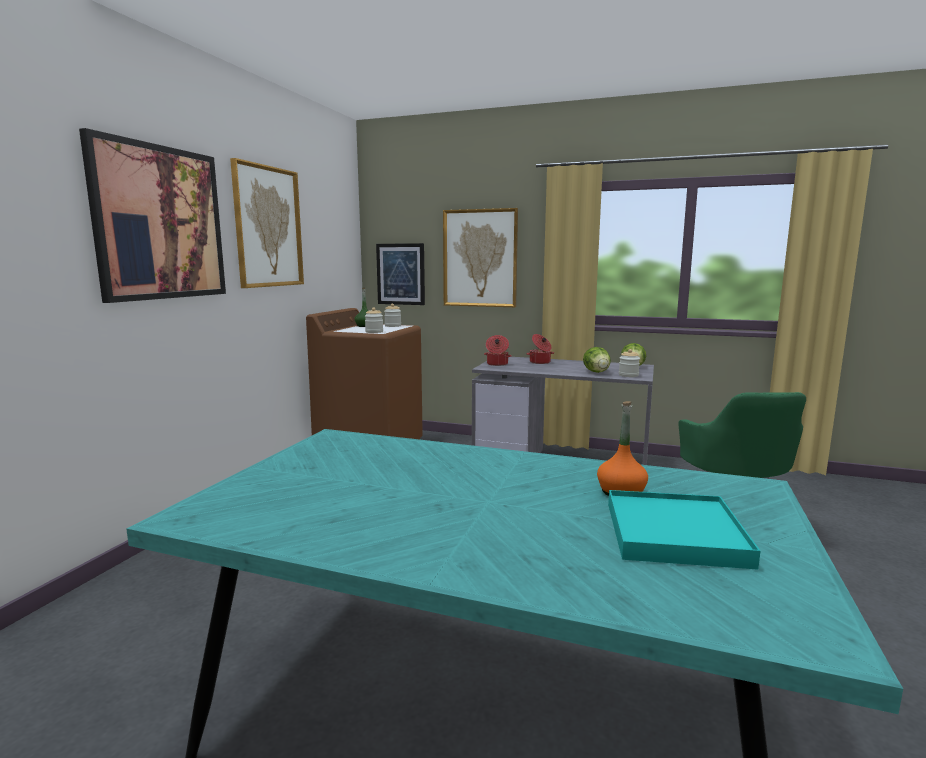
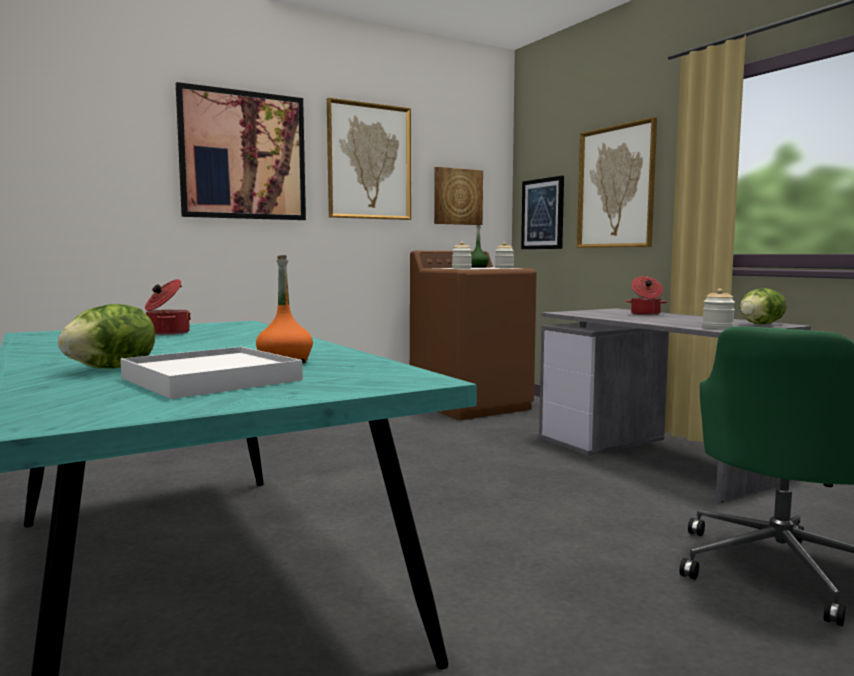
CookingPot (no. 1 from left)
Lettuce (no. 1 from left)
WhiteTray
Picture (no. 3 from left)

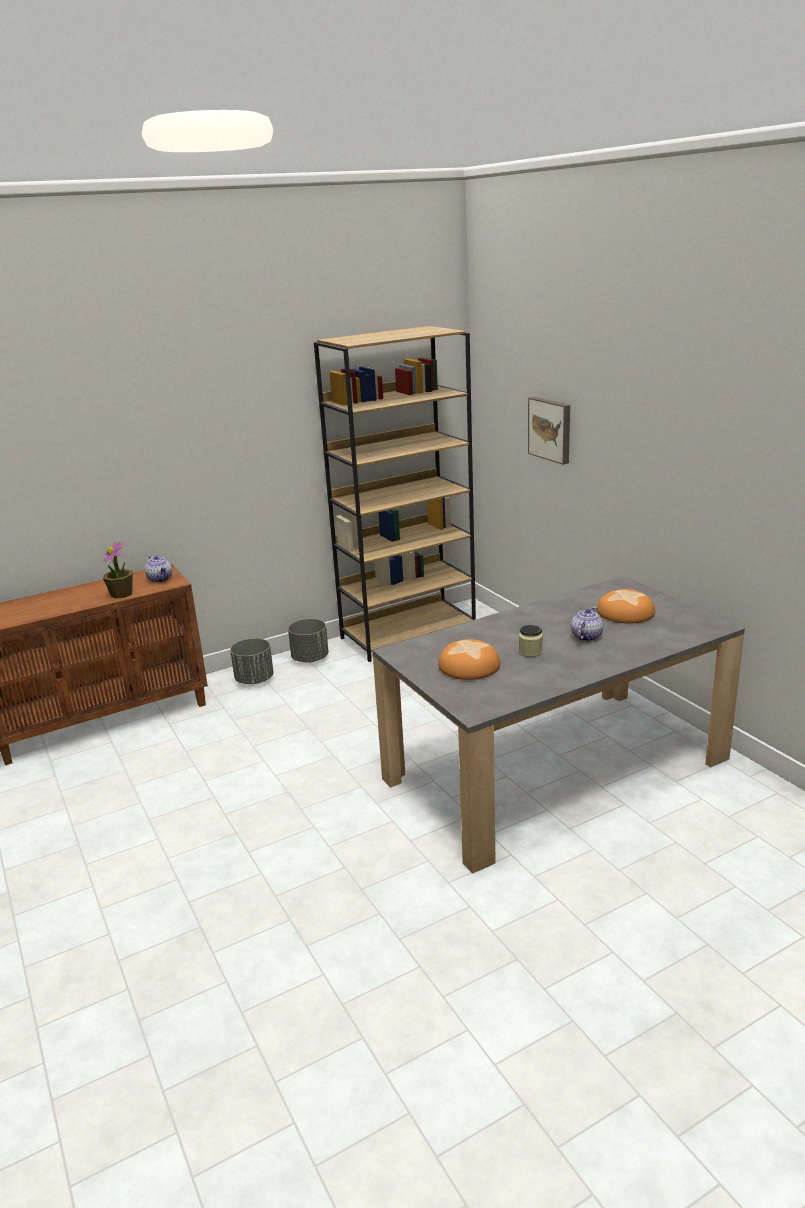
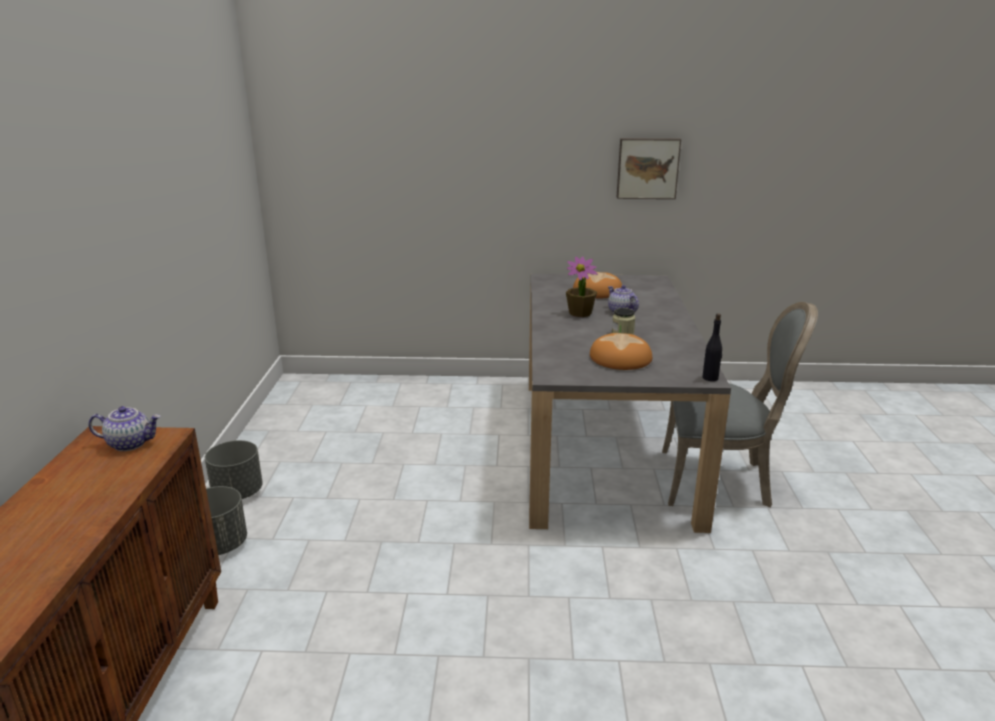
PottedPlant
BrownBookcase
Picture
GreyChair
BlackBottle

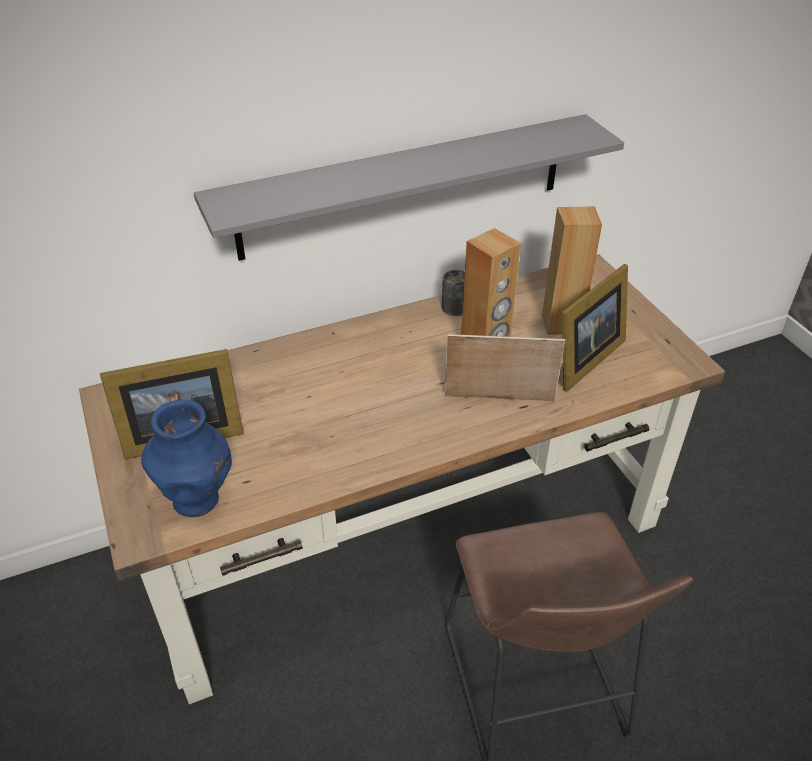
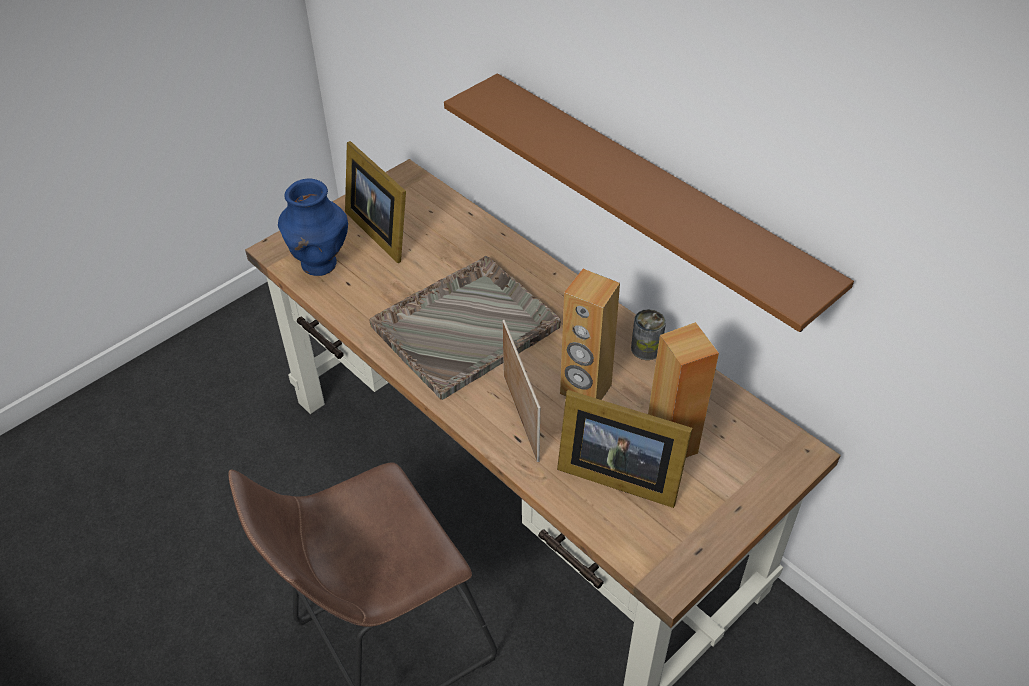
BrownShelf
GreyTray

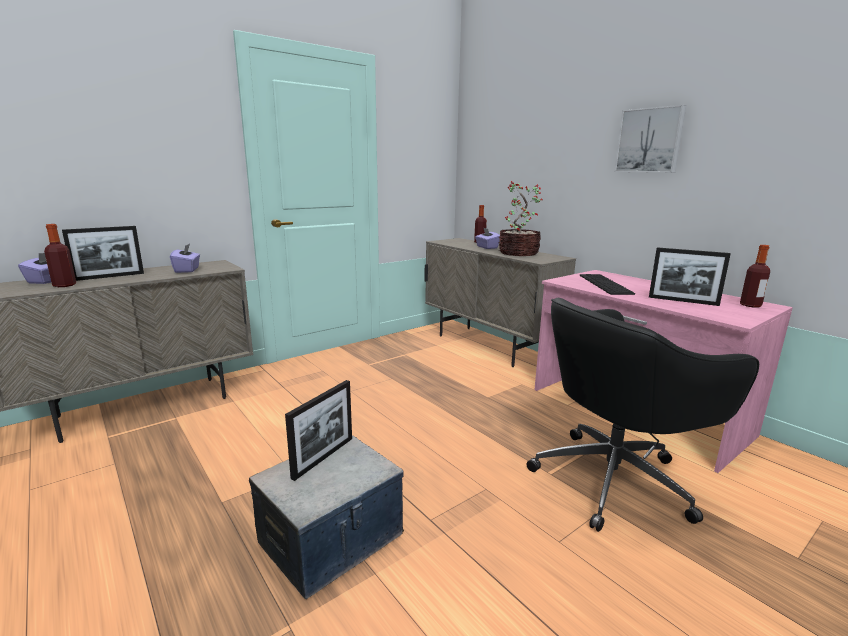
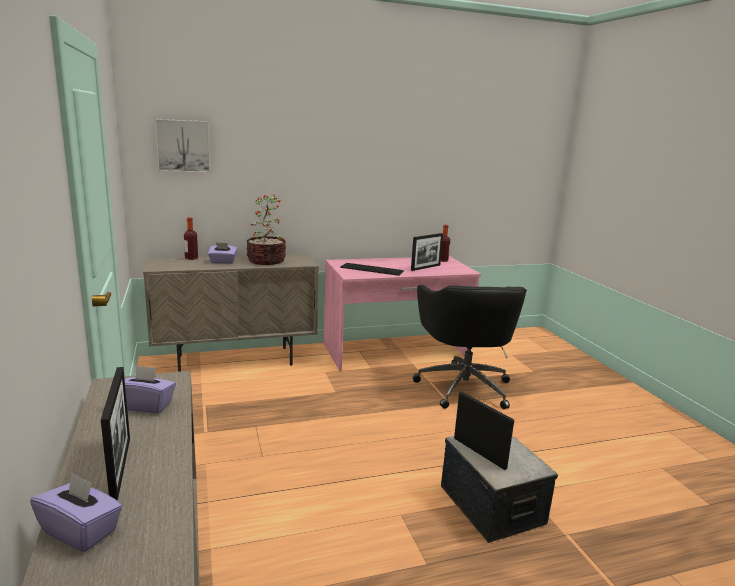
Bottle (no. 1 from left in the first image)
Picture

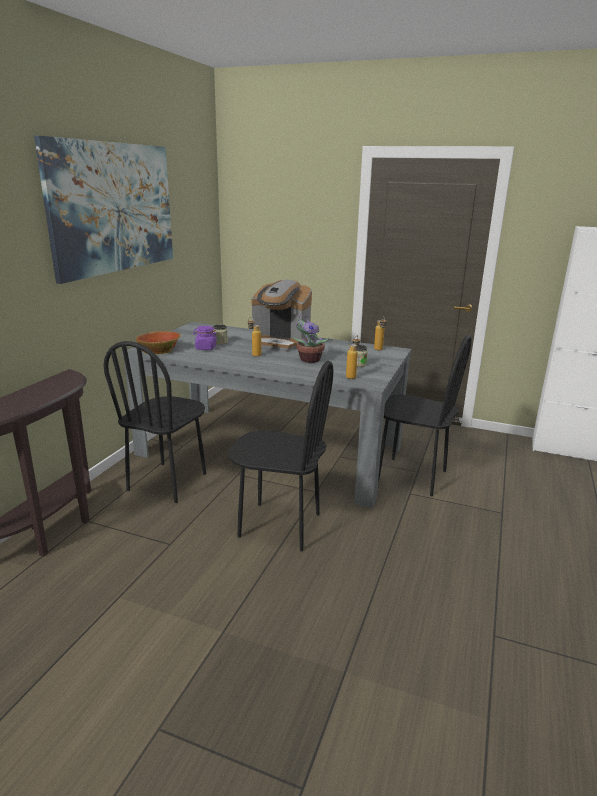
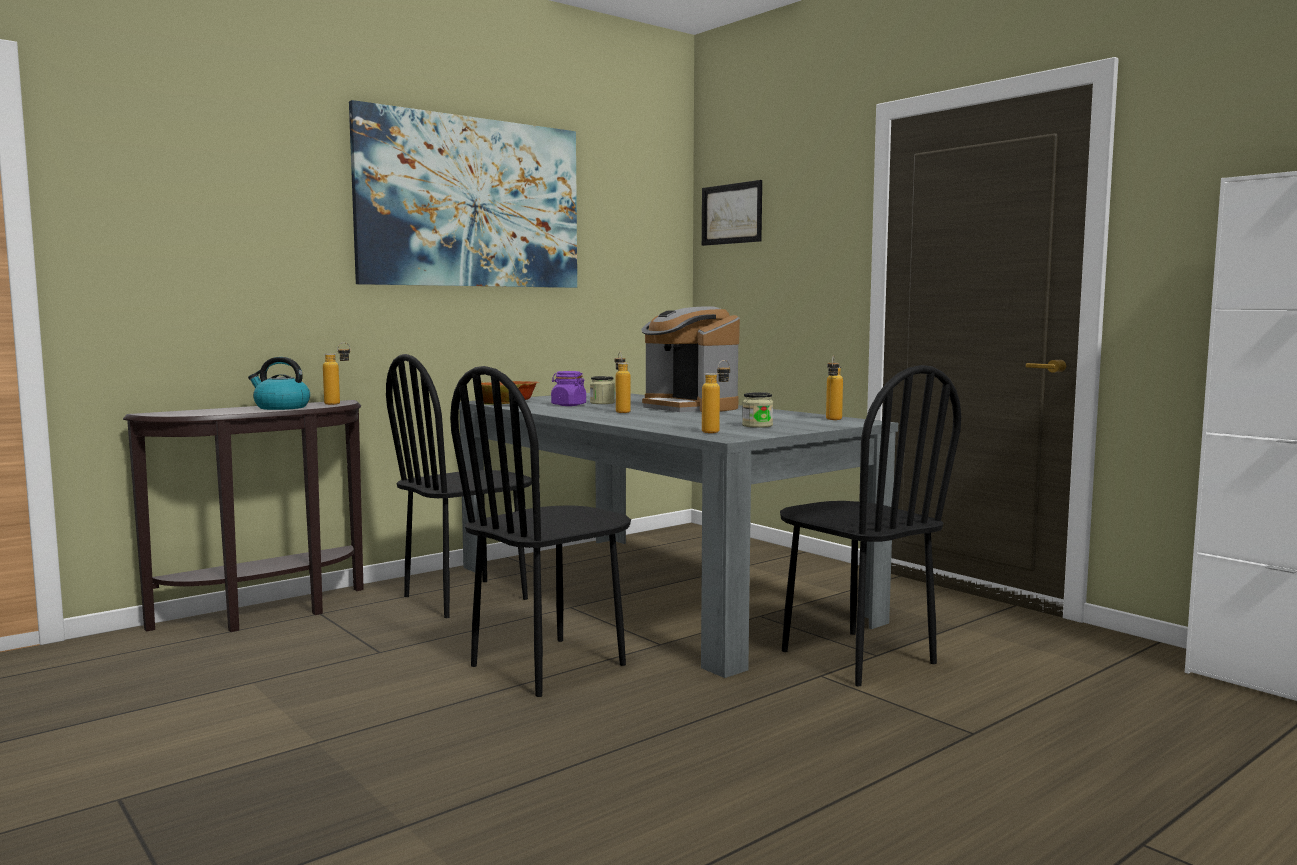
BlackChair (no. 2 from left)
PottedPlant
Kettle
Bottle (no. 1 from left)
Picture (no. 2 from left)

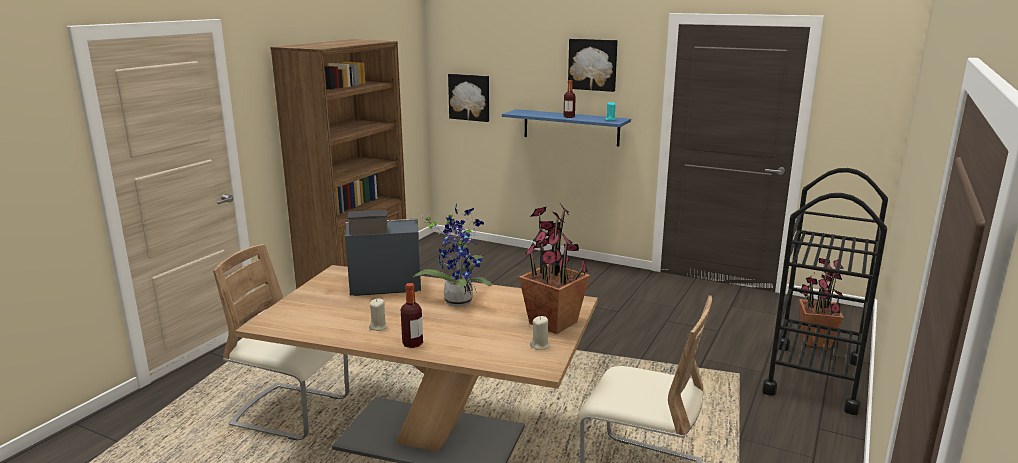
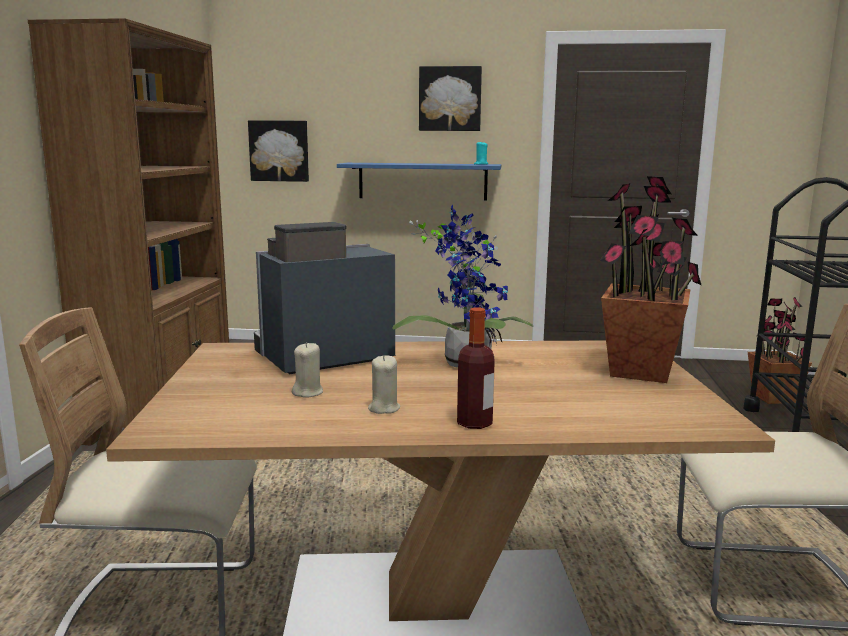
BeigeCandle (no. 1 from left)
Bottle (no. 2 from left in the first image)

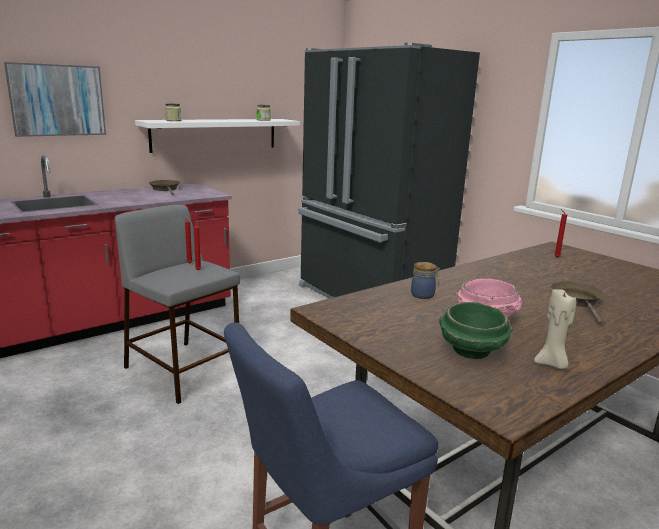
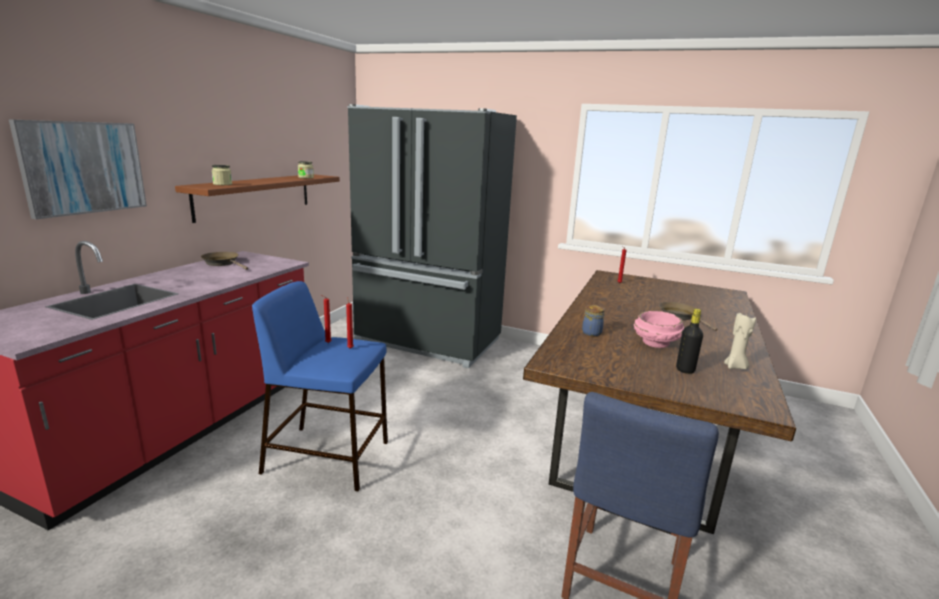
BlueStool
BrownShelf
BlackBottle

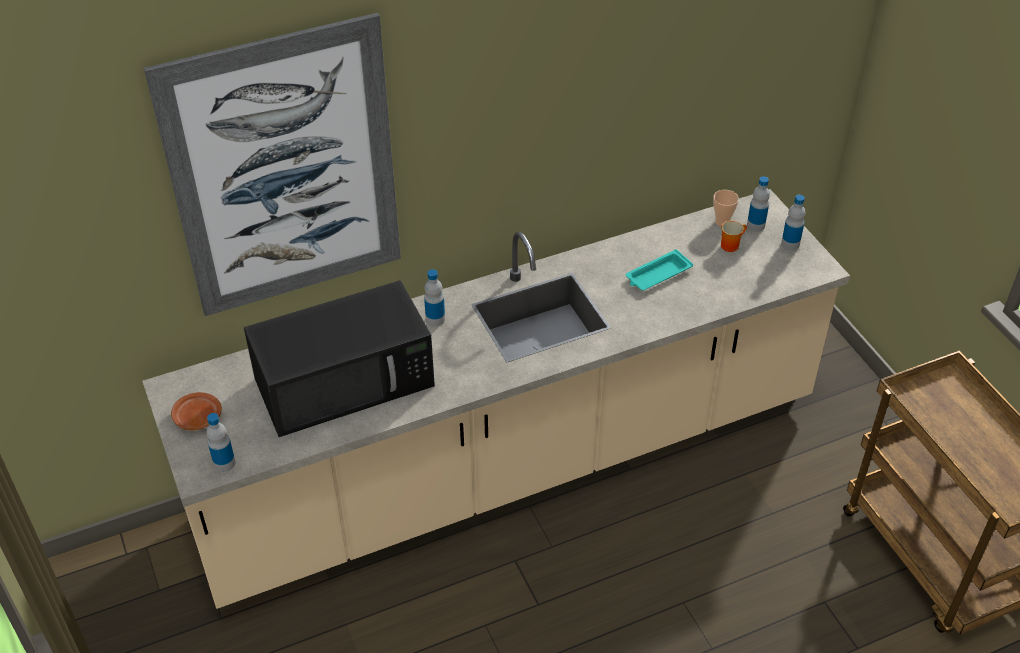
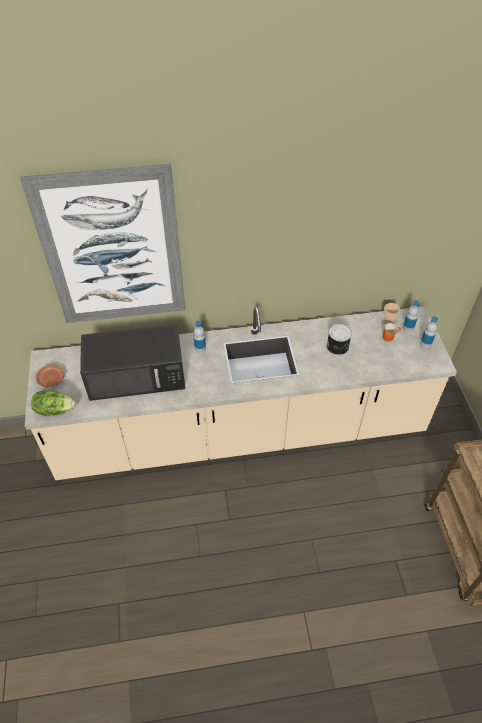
Lettuce
Can

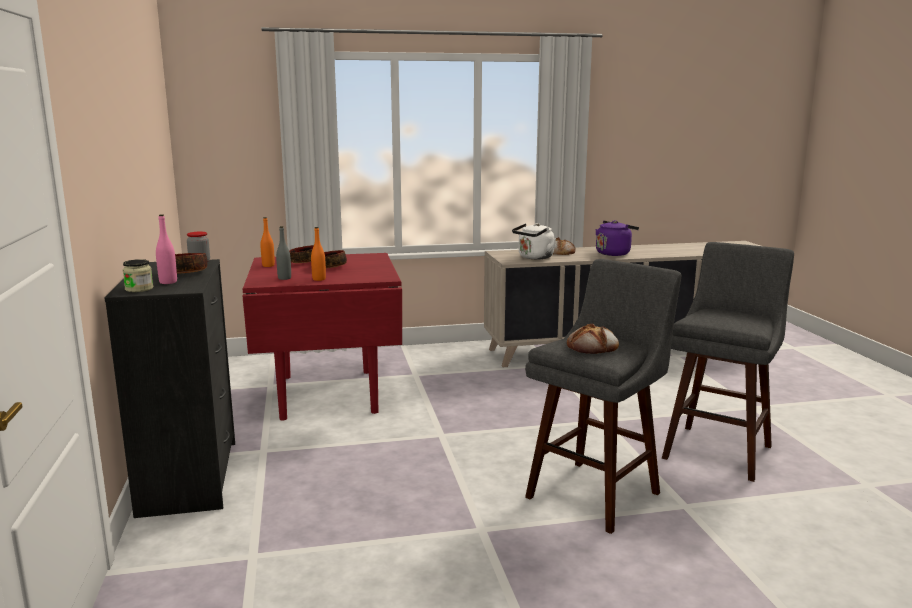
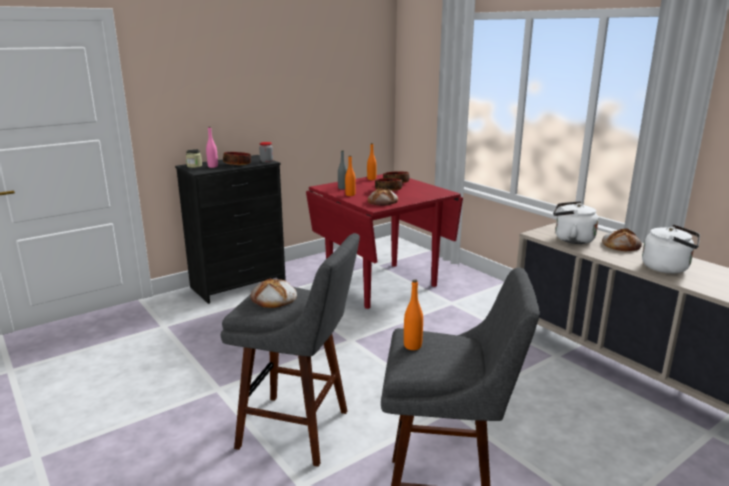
WhiteKettle (no. 2 from left)
Bread (no. 2 from left)
OrangeBottle (no. 3 from left)

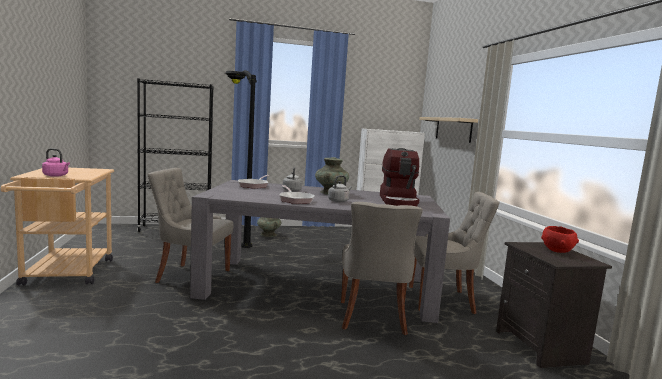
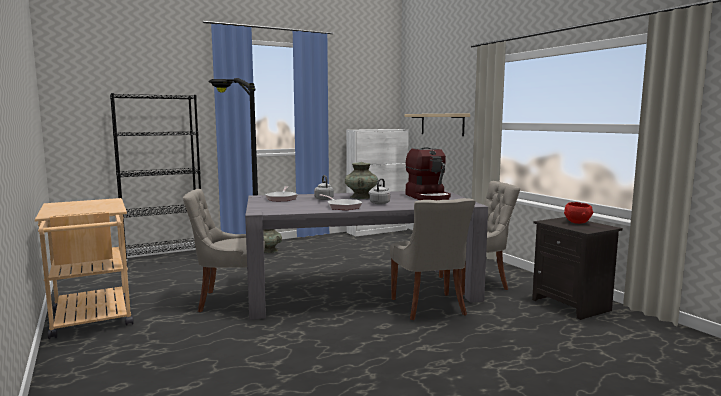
PinkKettle

